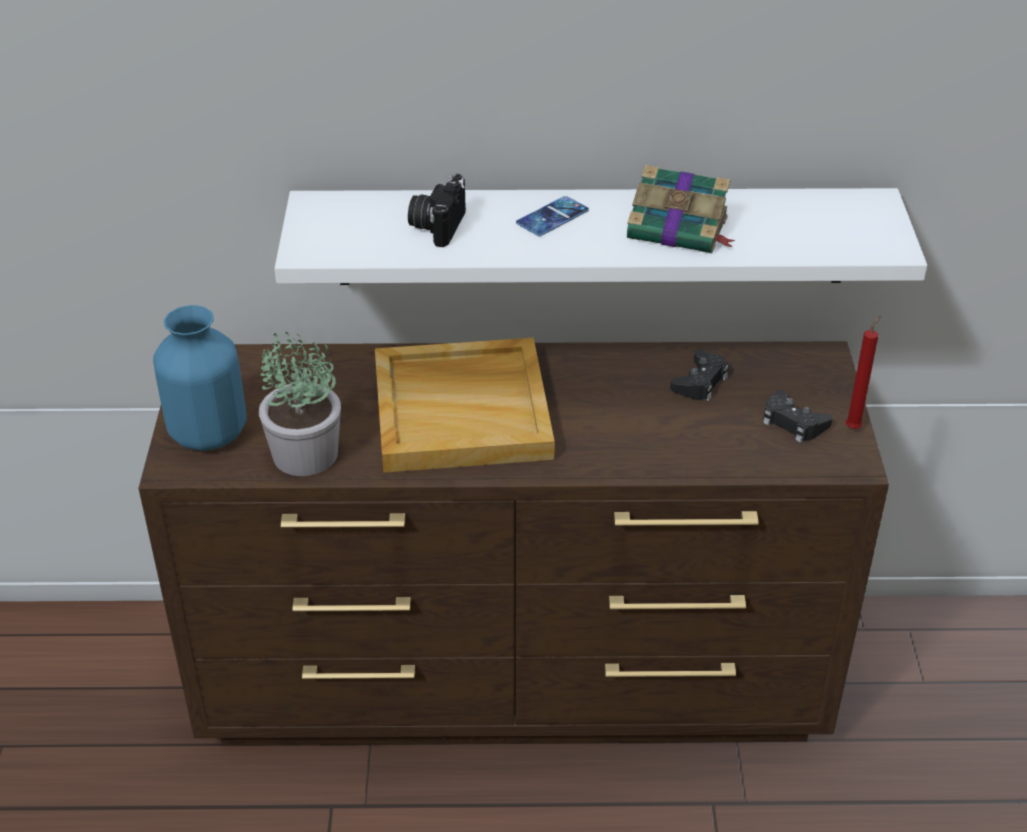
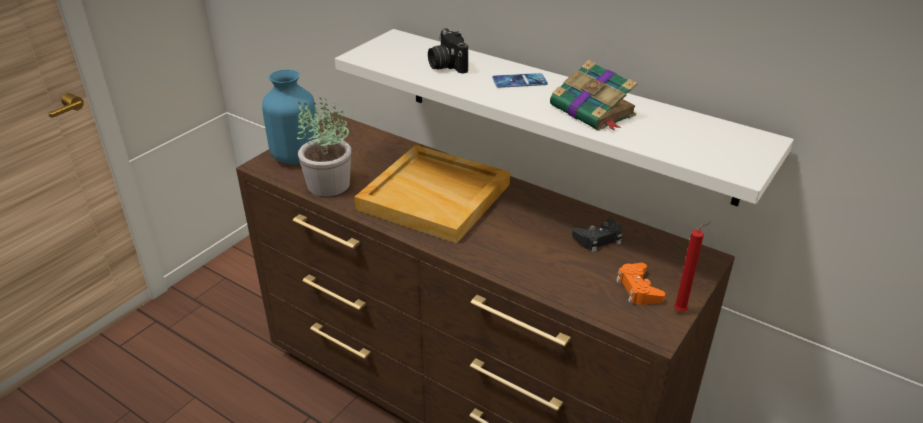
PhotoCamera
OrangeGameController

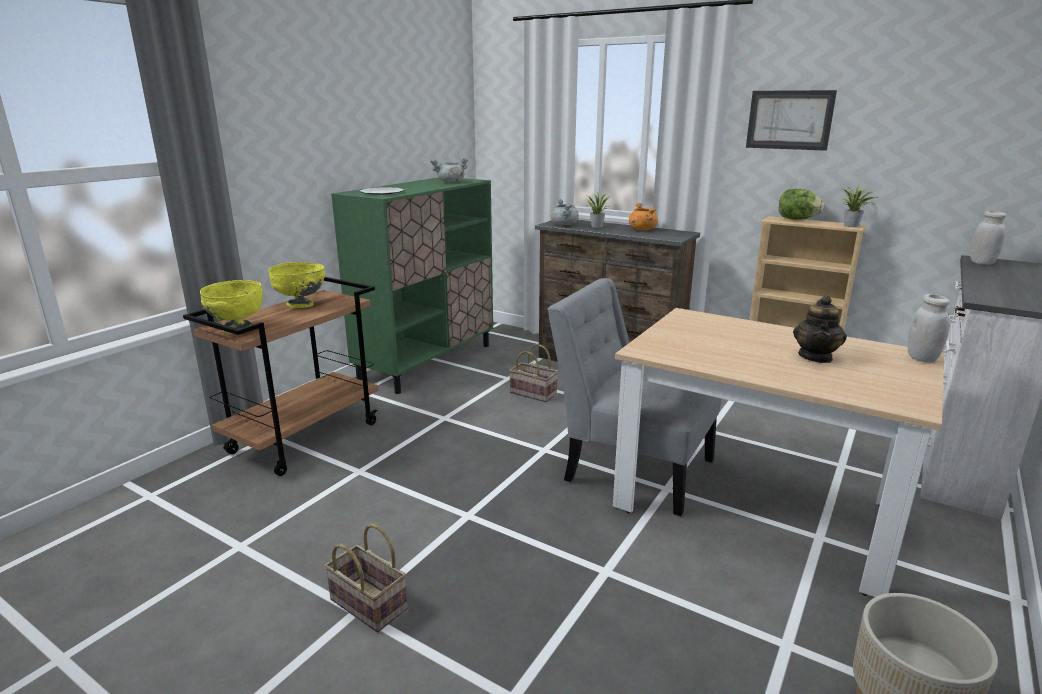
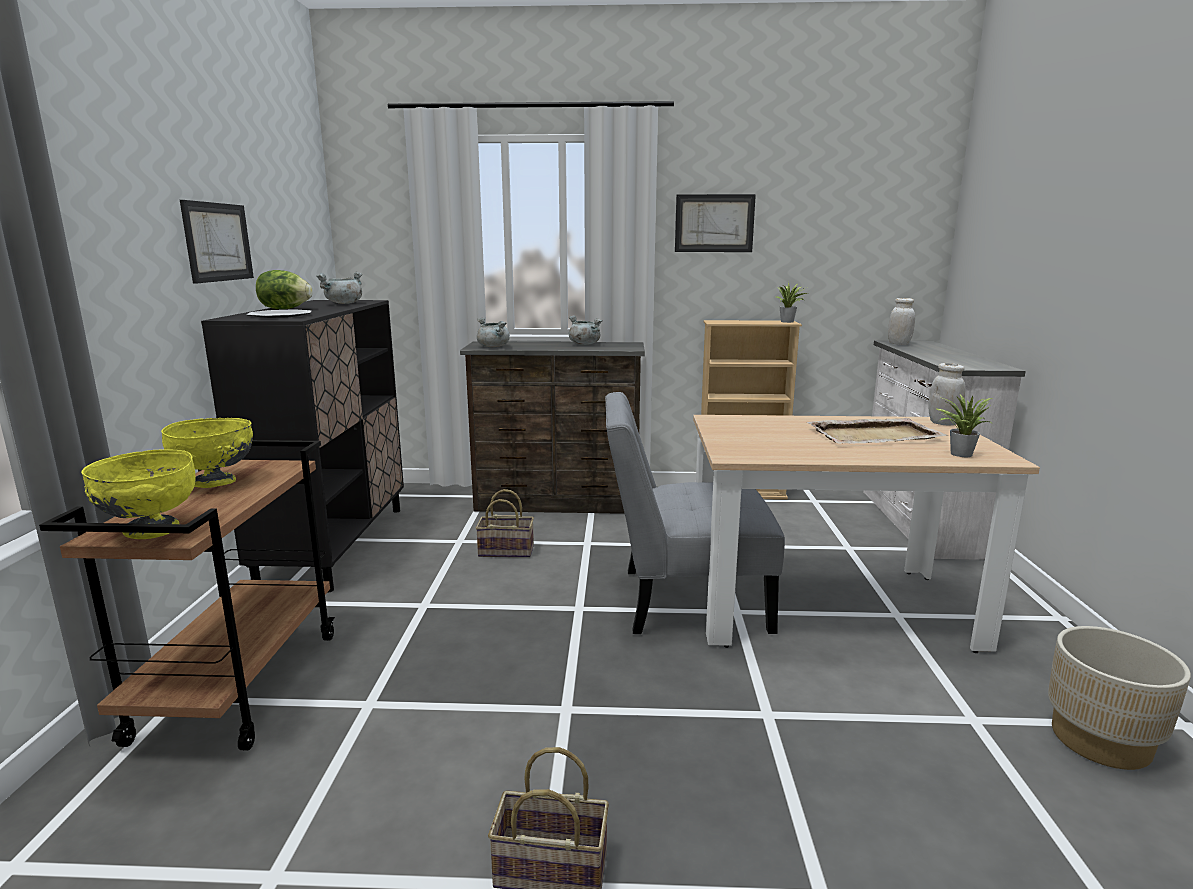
BlackCabinet
PottedPlant (no. 2 from left)
GreyCookingPot (no. 3 from left)
Lettuce
BeigeTray
Picture (no. 1 from left)

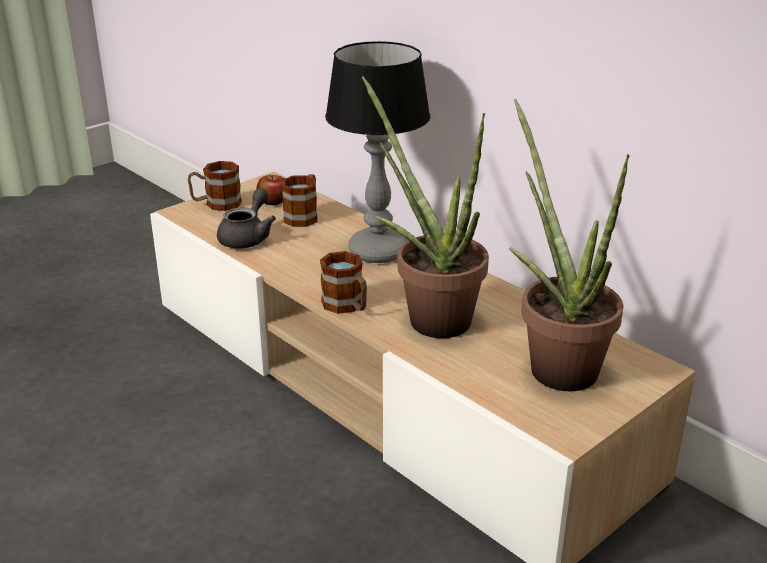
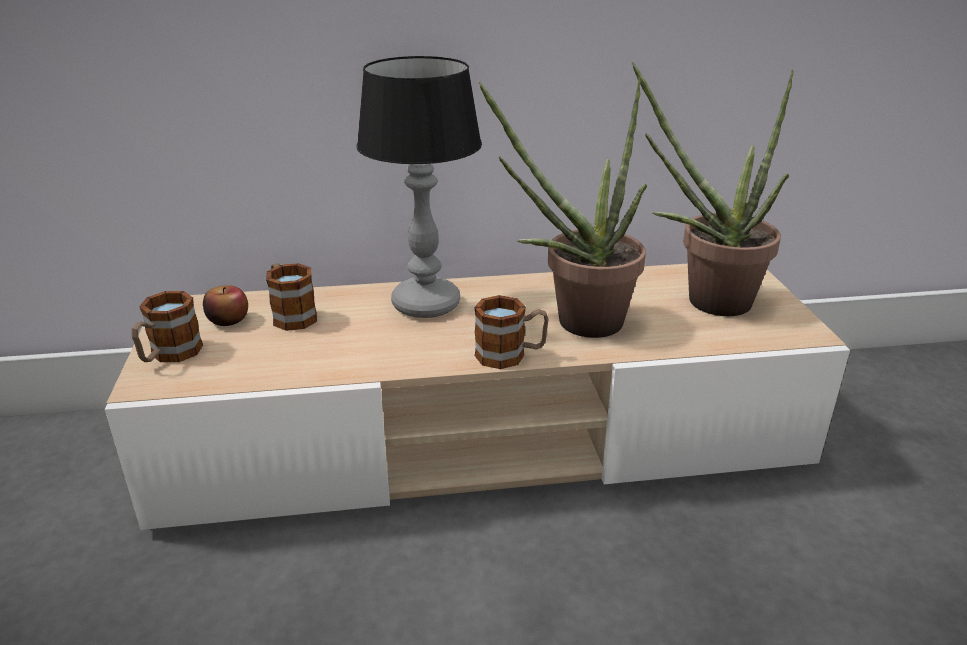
GreyTeapot

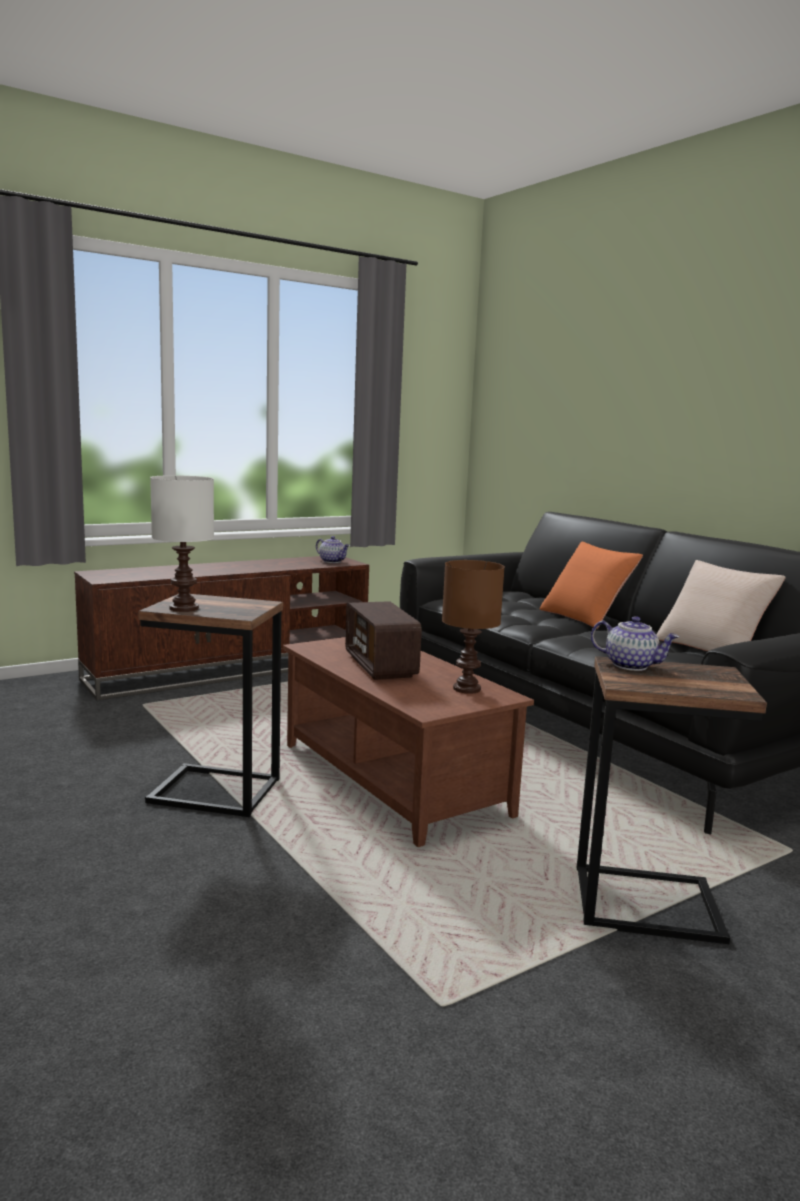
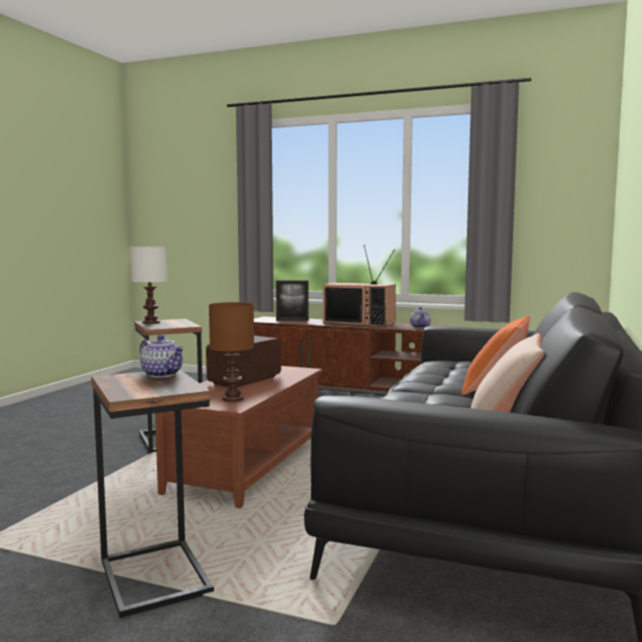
Teapot (no. 1 from left)
PictureFrame
Television

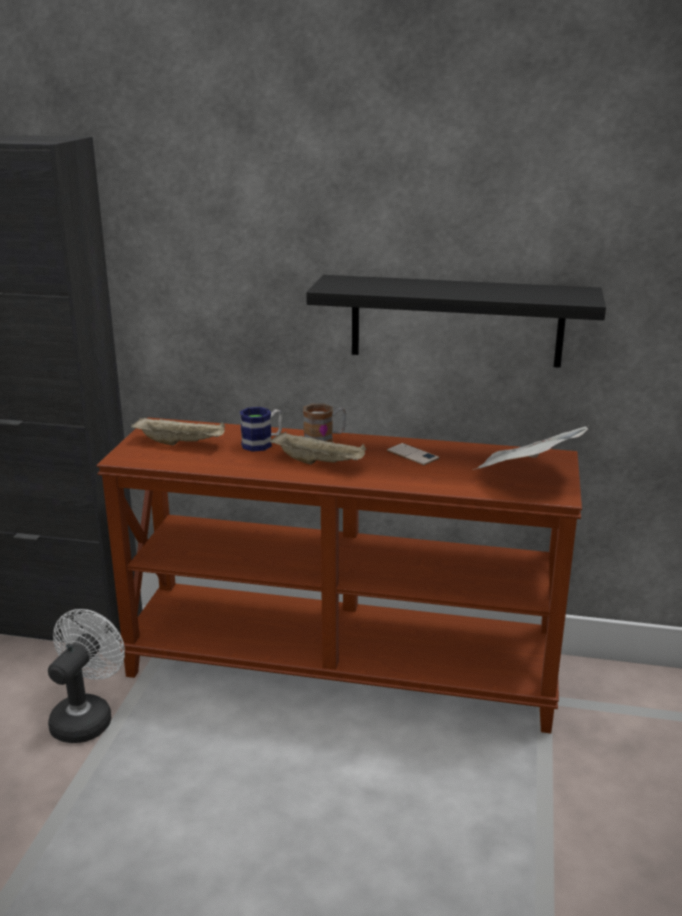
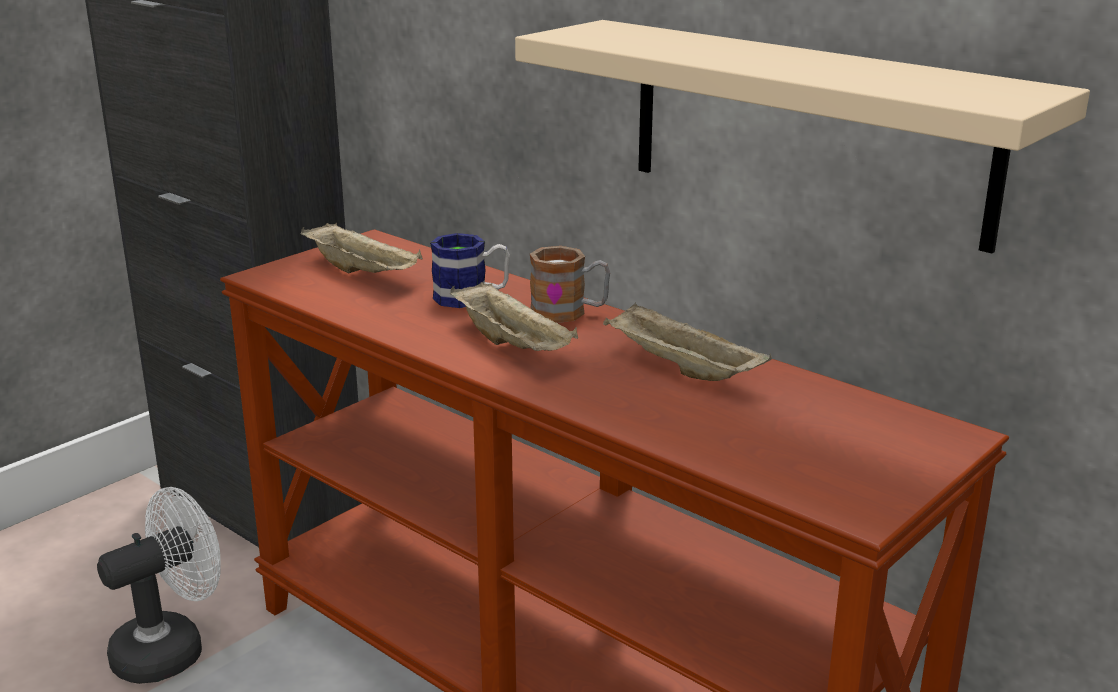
BeigeShelf
BeigeTray (no. 3 from left)
Newspaper

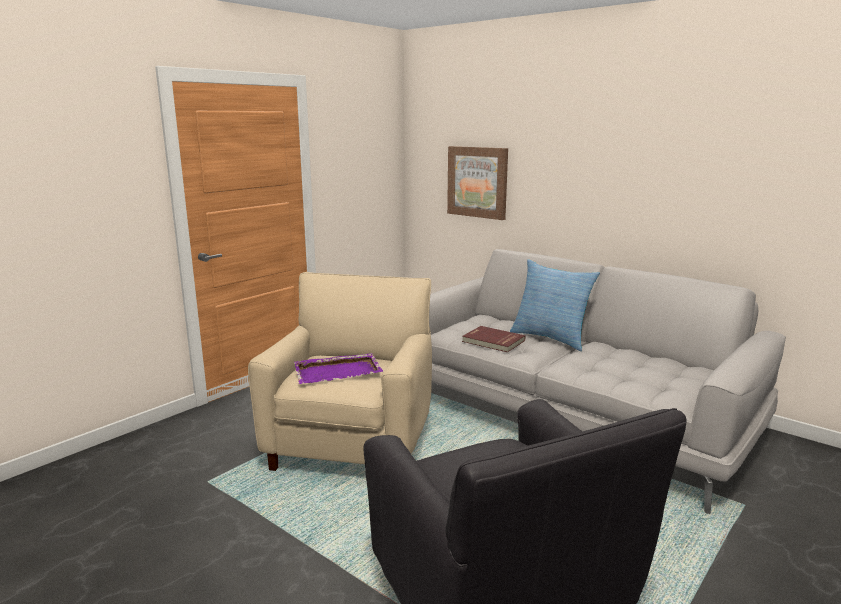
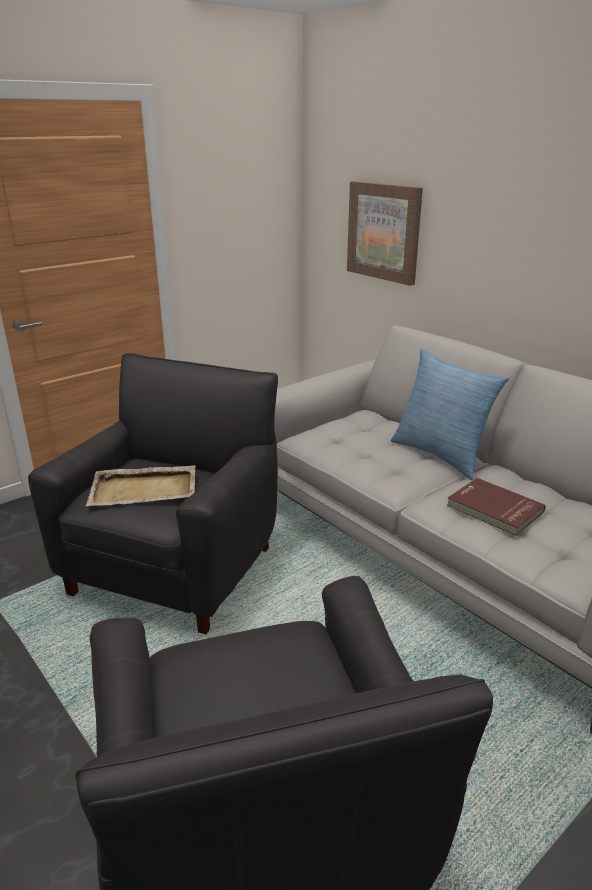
BlackArmchair (no. 1 from left)
BeigeTray
RedBook

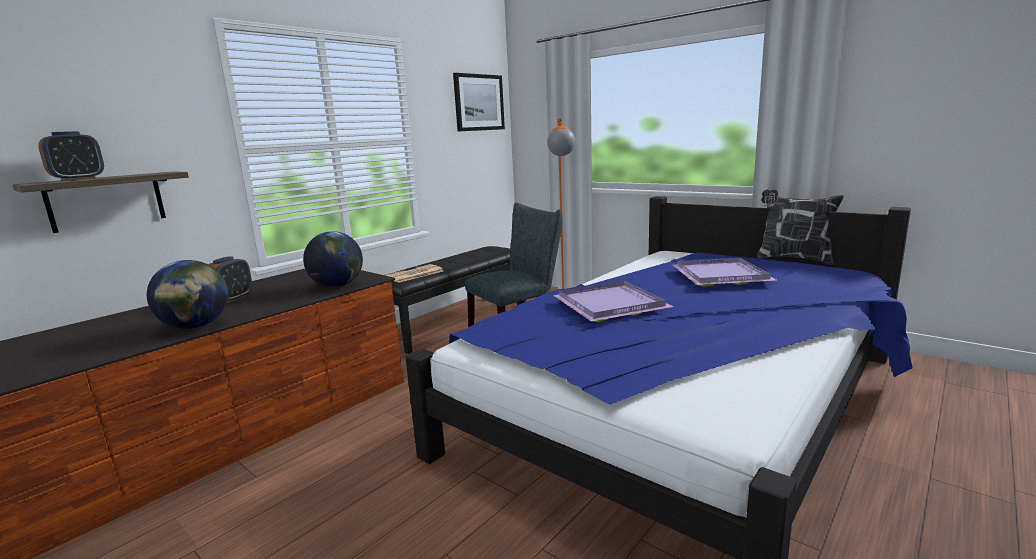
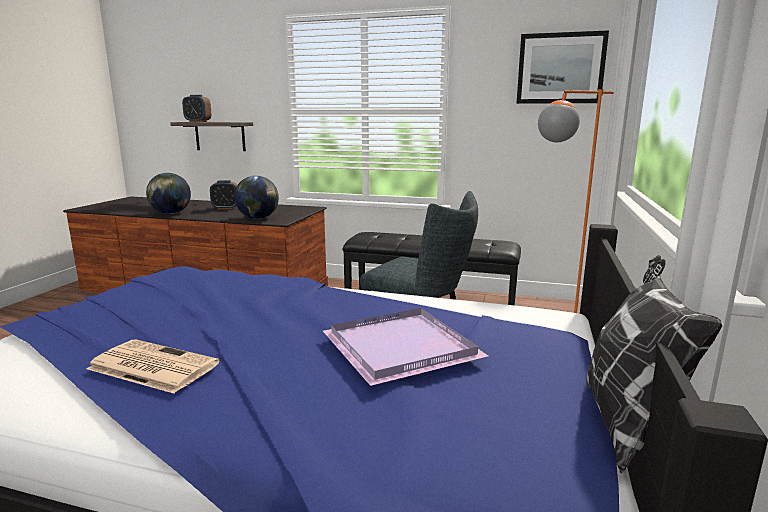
Newspaper
PurpleTray (no. 1 from left in the first image)

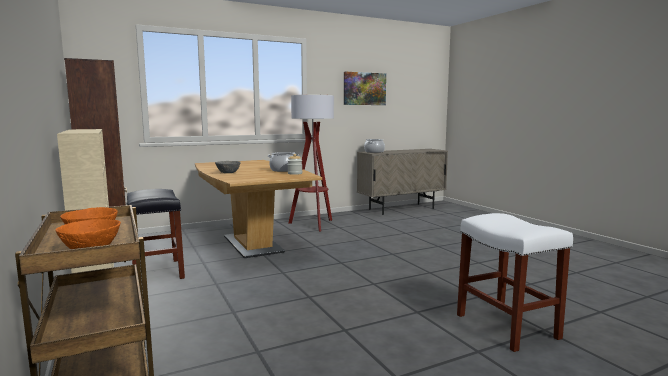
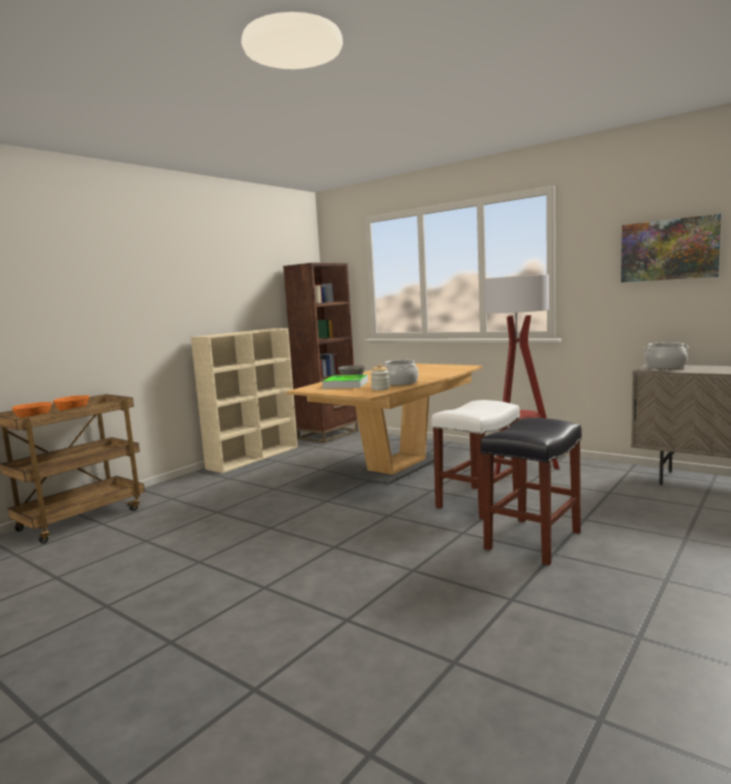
BlackStool
WhiteStool
Tray

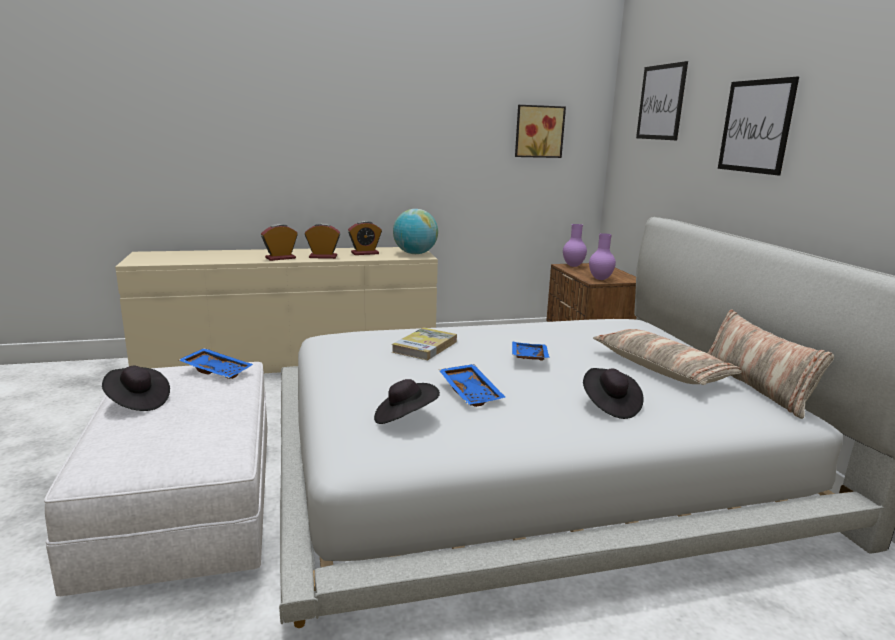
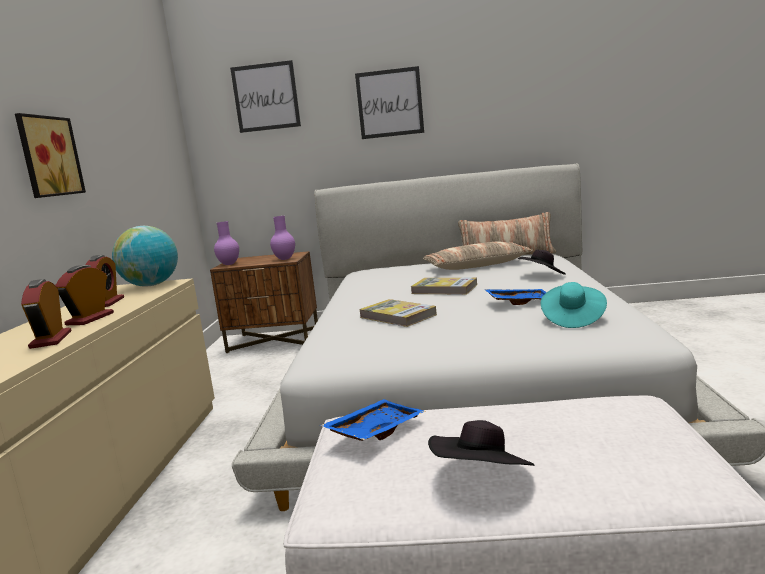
TurquoiseHat
Book (no. 2 from left)
Picture (no. 1 from left)

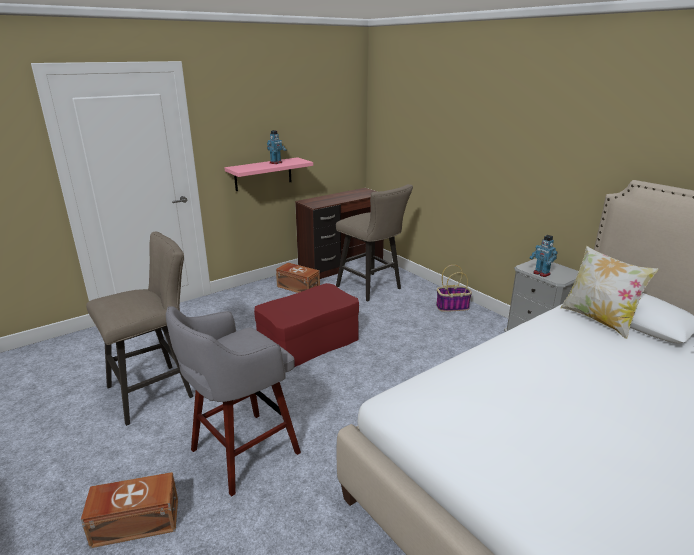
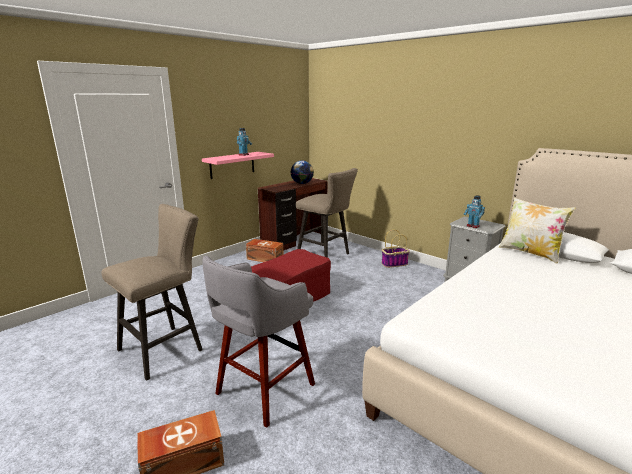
Globe

